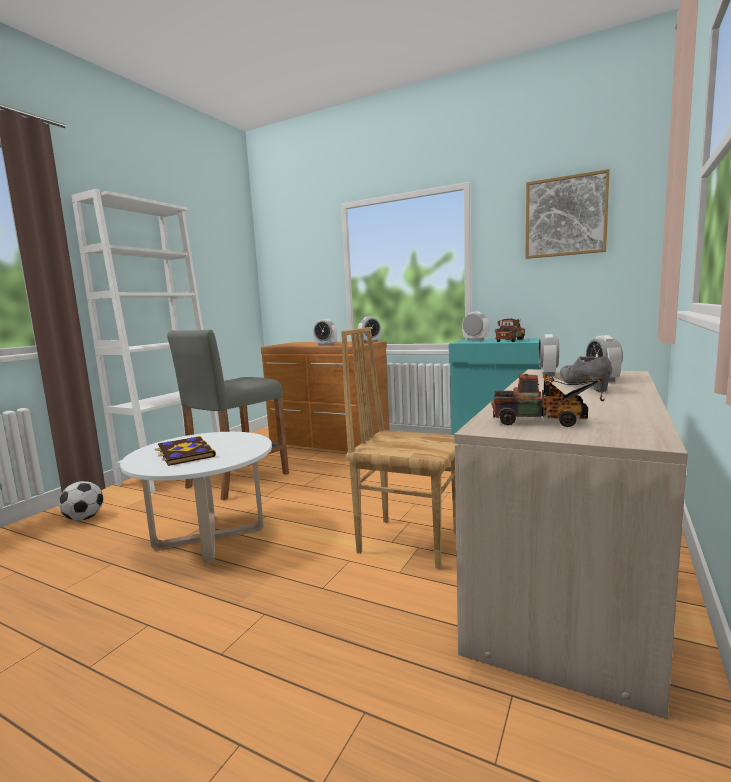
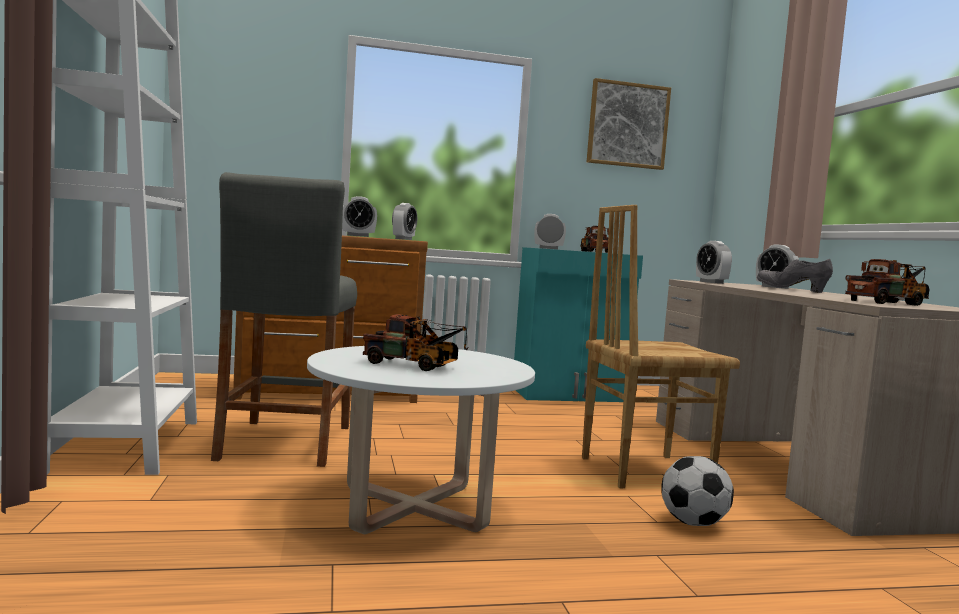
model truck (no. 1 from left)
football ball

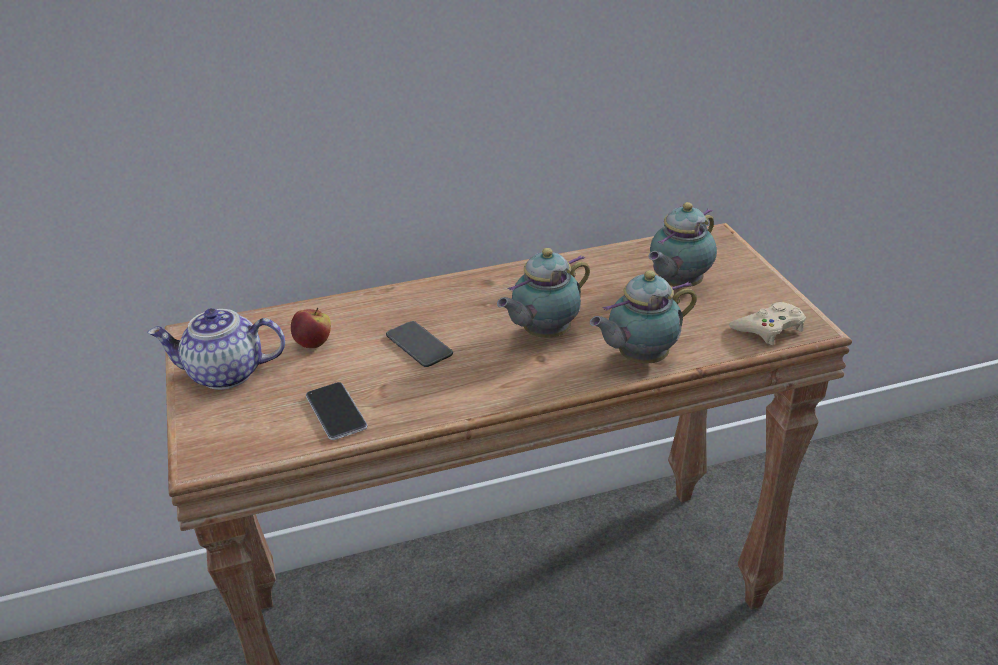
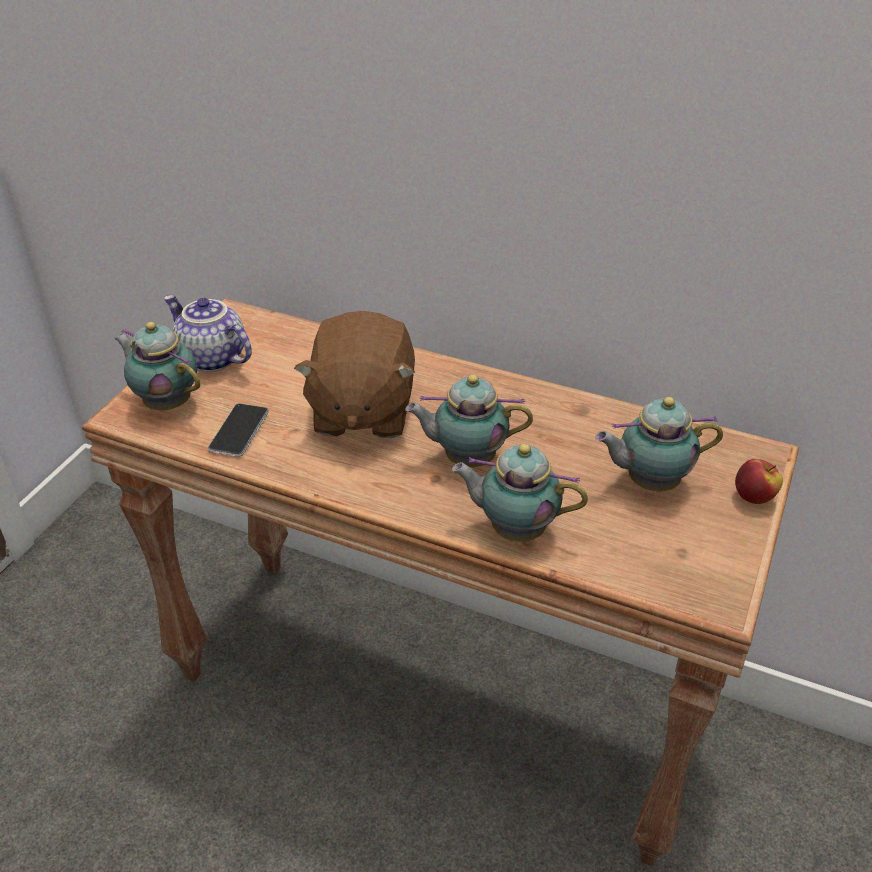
tea pot (no. 1 from left)
brown-coloured plush toy
apple
beige-coloured gamepad

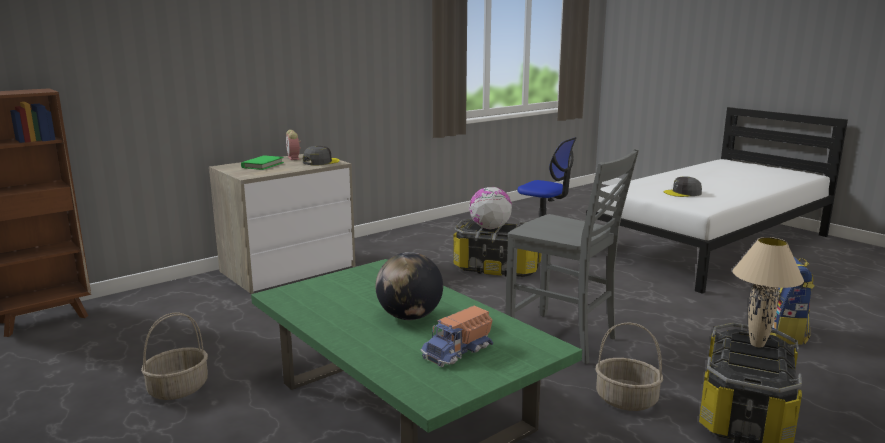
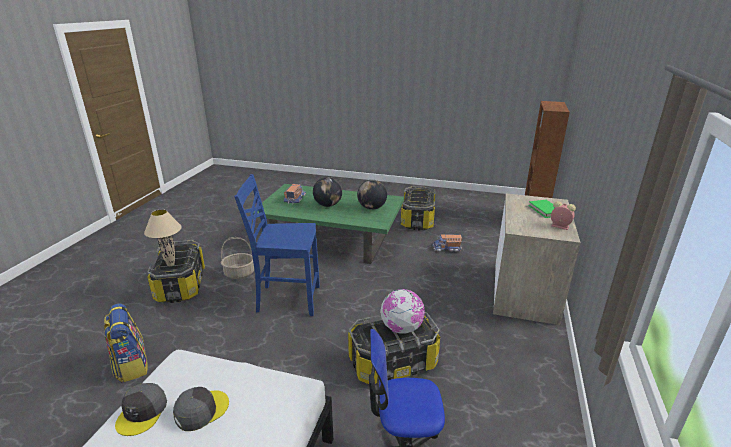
greyish cap (no. 1 from left)
blue chair
desk globe (no. 2 from left)
storage container (no. 3 from left)
model truck (no. 2 from left)

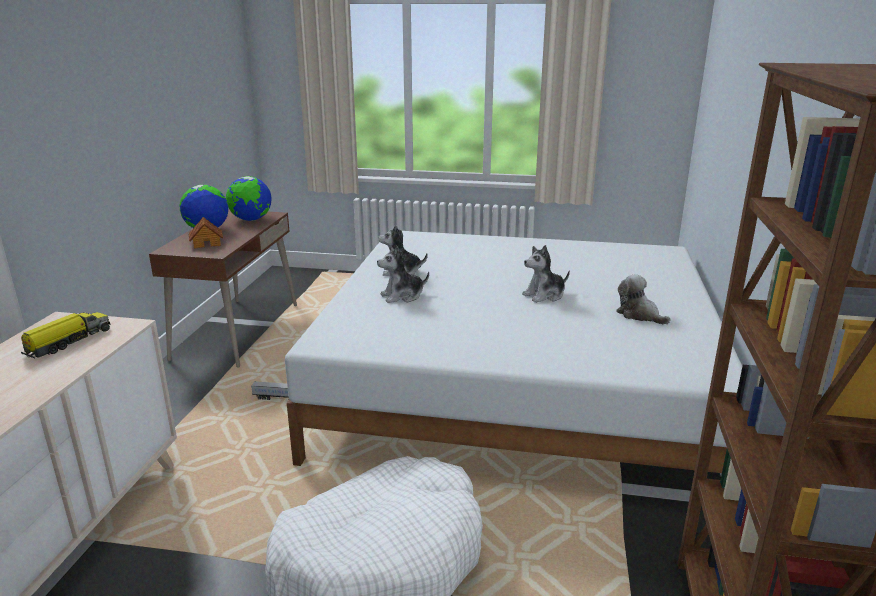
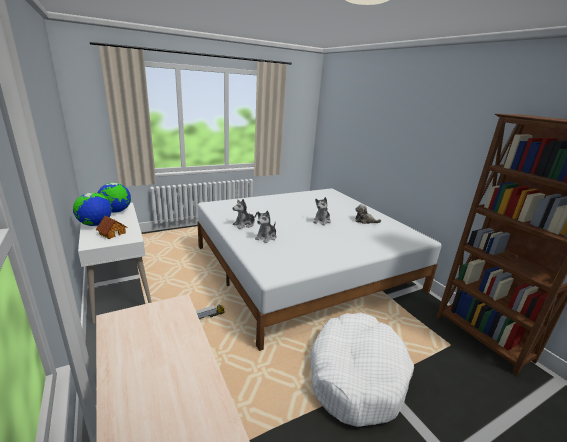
whitish desk
model truck (no. 1 from left in the first image)

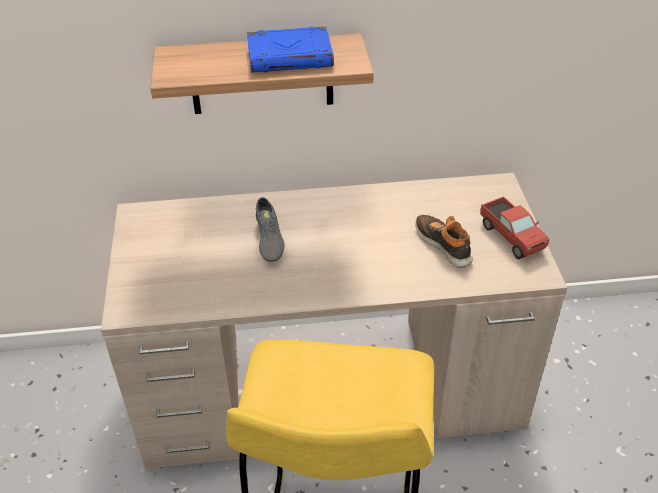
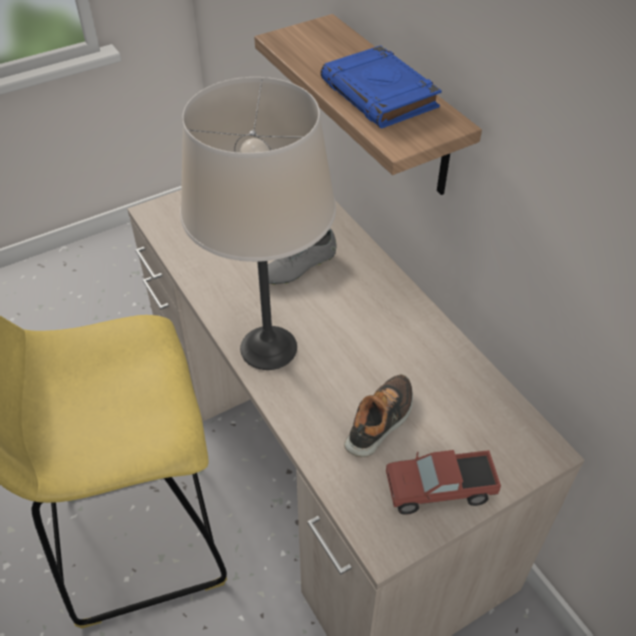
beige-coloured tabletop lamp
model truck

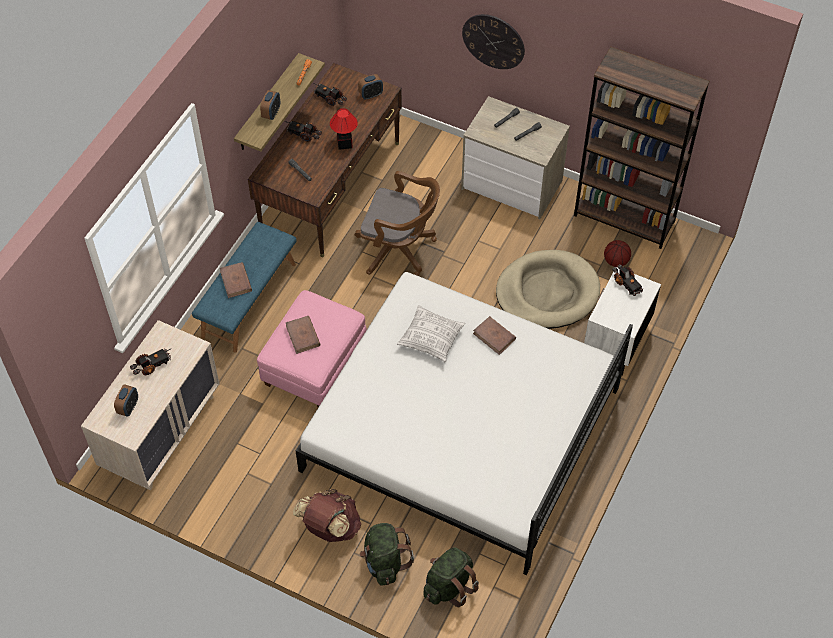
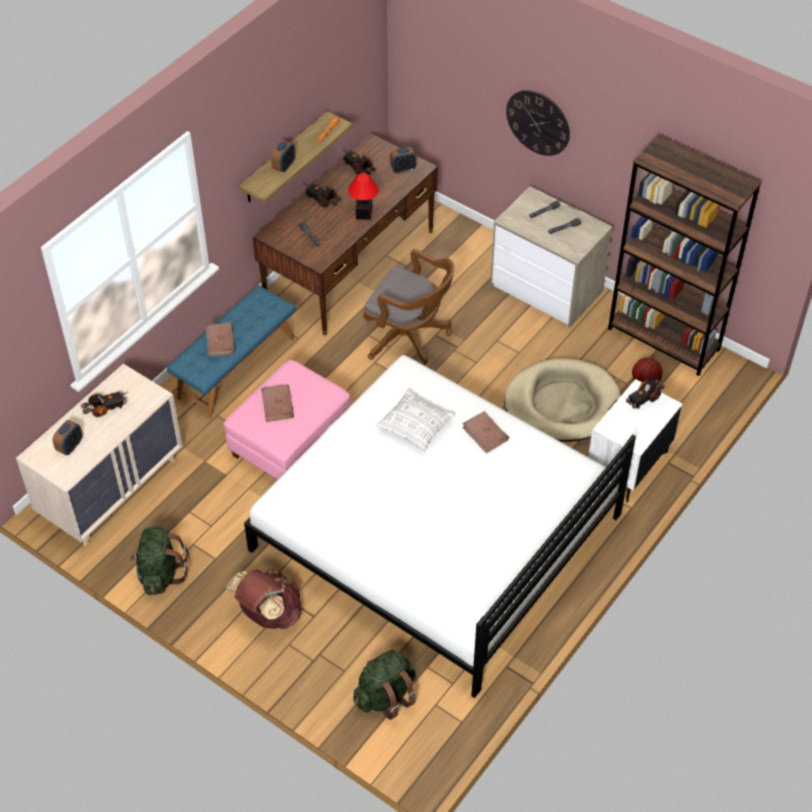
greenish rucksack (no. 1 from left)
model truck (no. 4 from left)

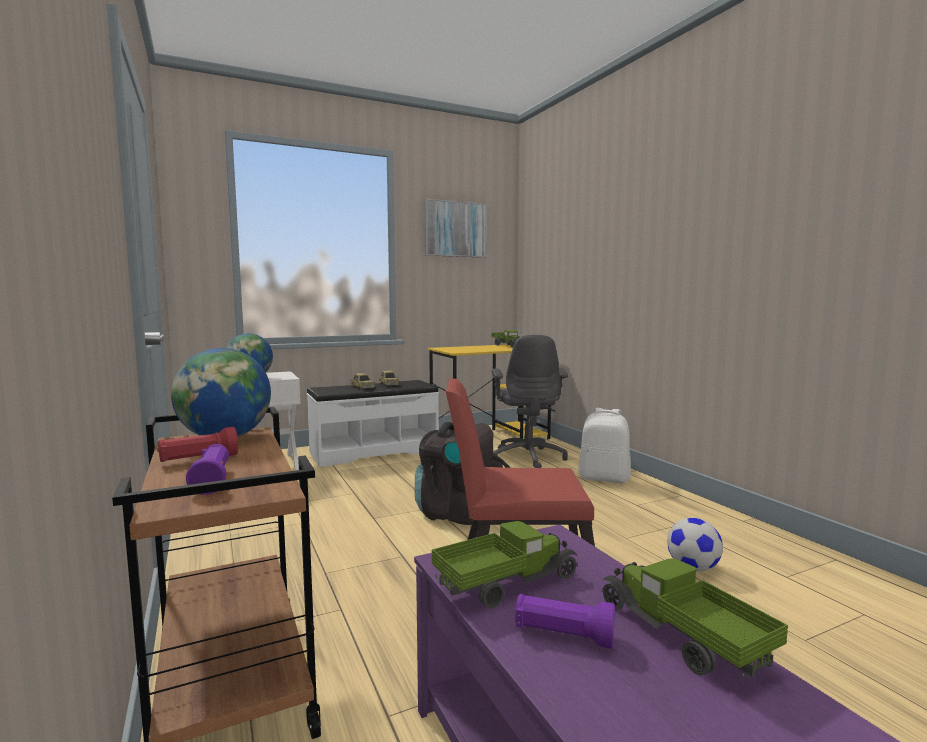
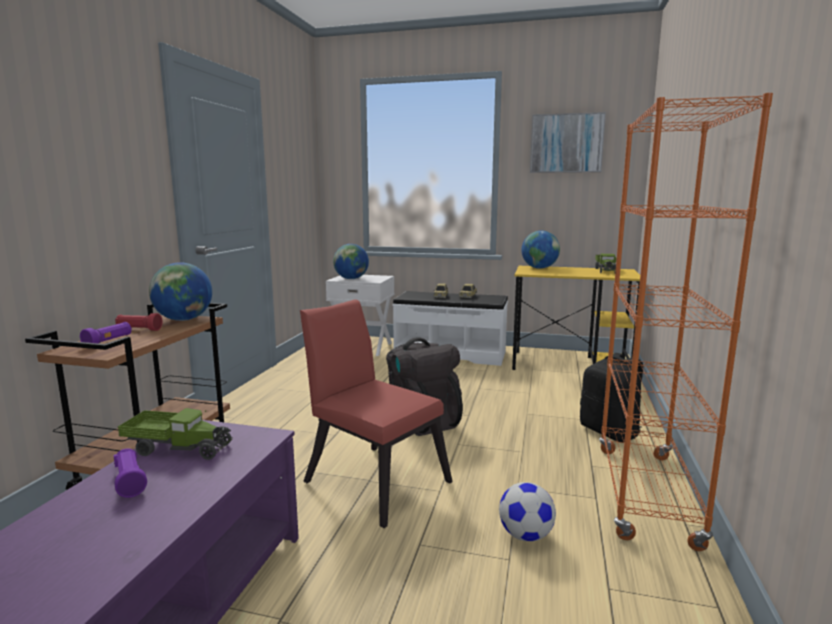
desk globe (no. 3 from left)
blackish rucksack (no. 2 from left)
orange-coloured bookcase
greyish computer chair
model truck (no. 3 from left in the first image)

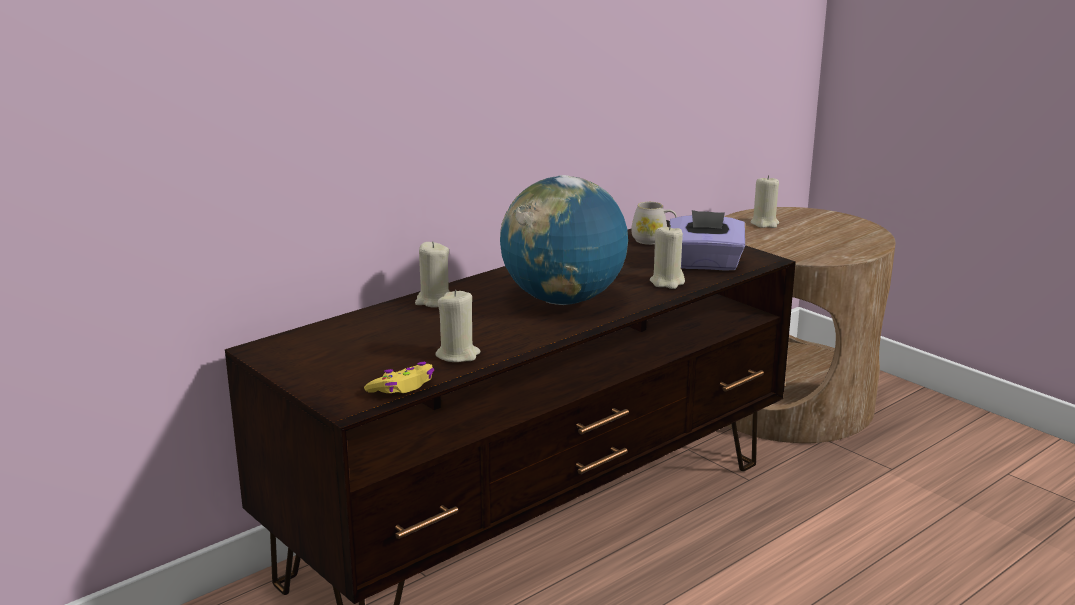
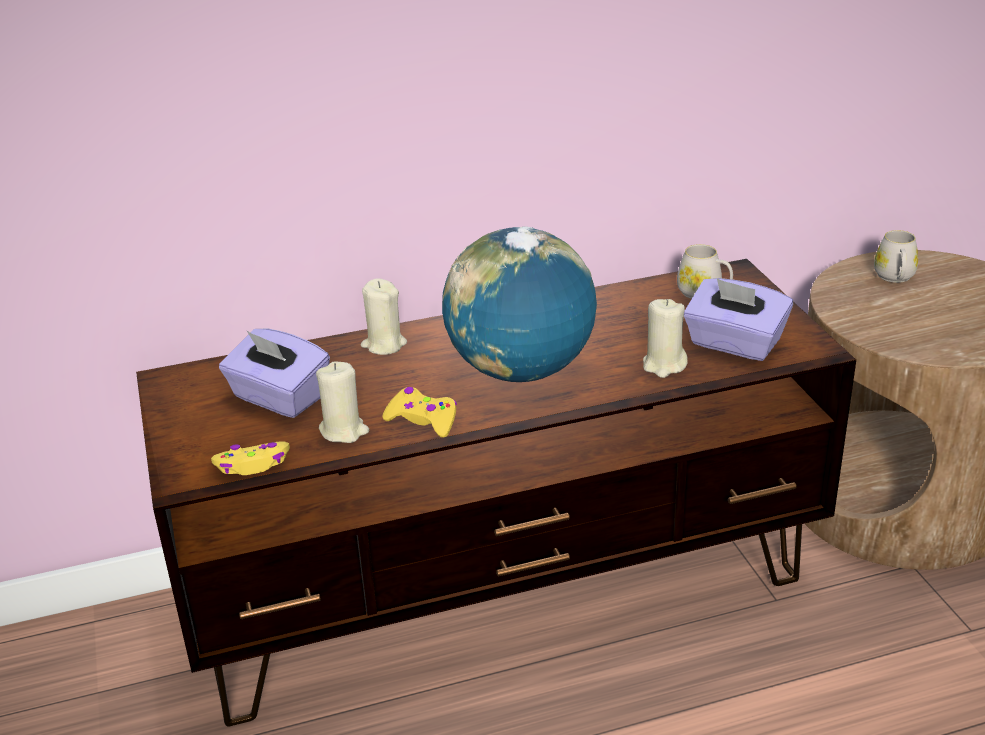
purplish box of tissues (no. 1 from left)
yellow gamepad (no. 2 from left)
whitish coffee mug (no. 2 from left)

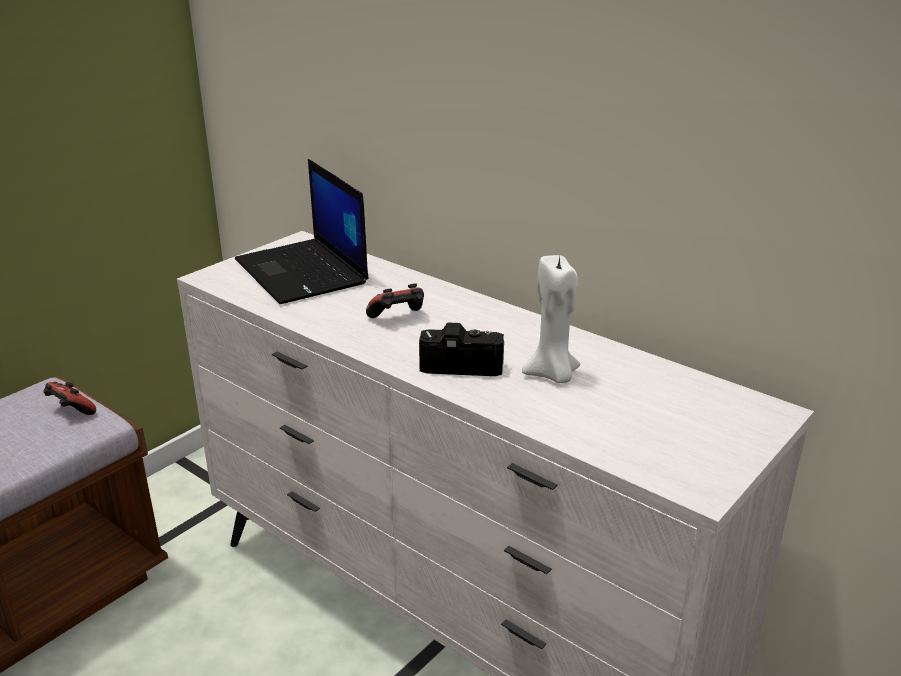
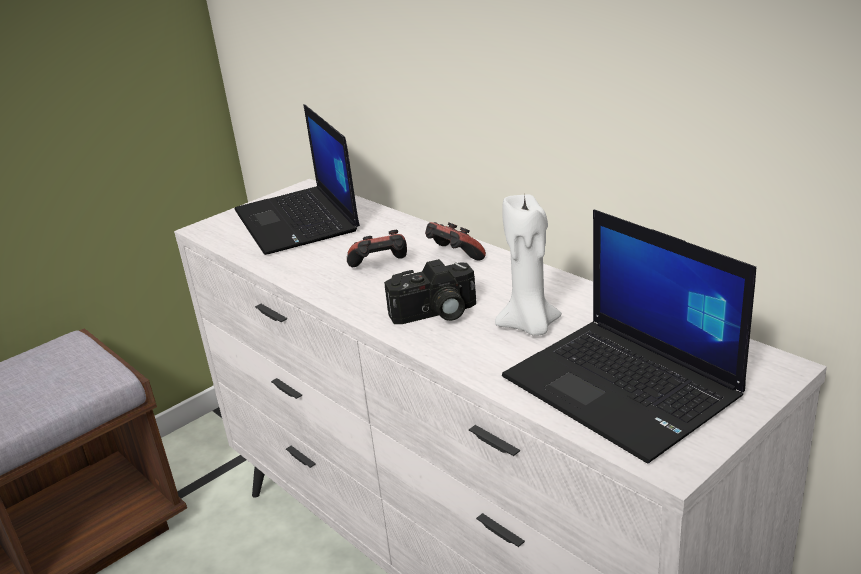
still camera
gamepad (no. 2 from left)
portable computer (no. 2 from left)

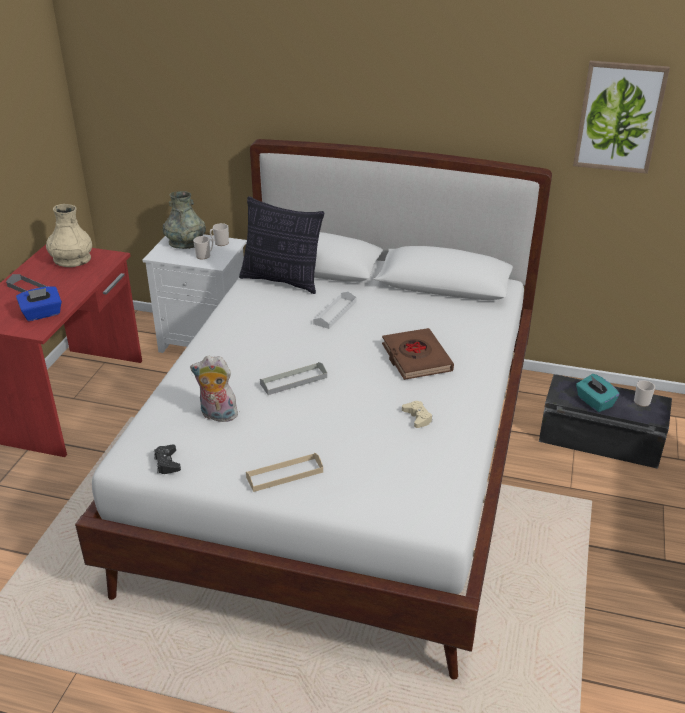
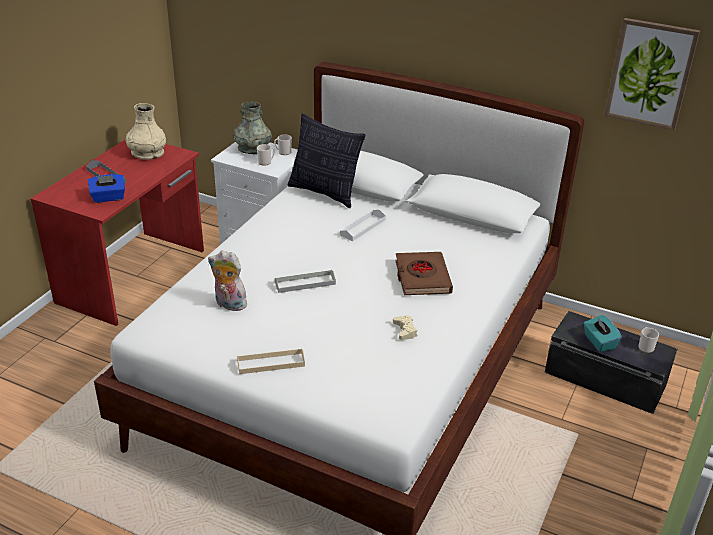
blackish gamepad

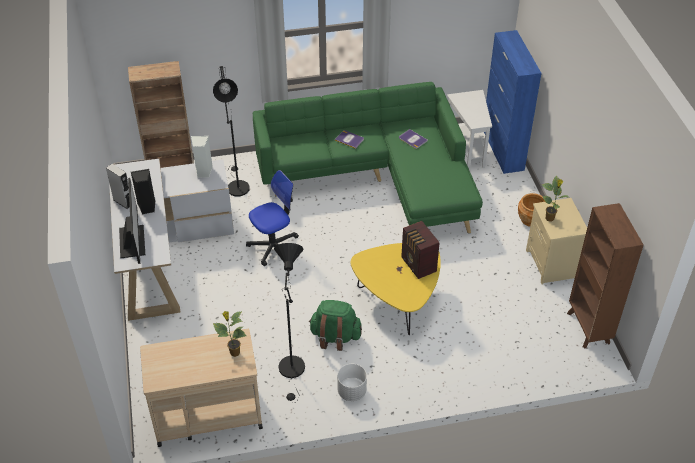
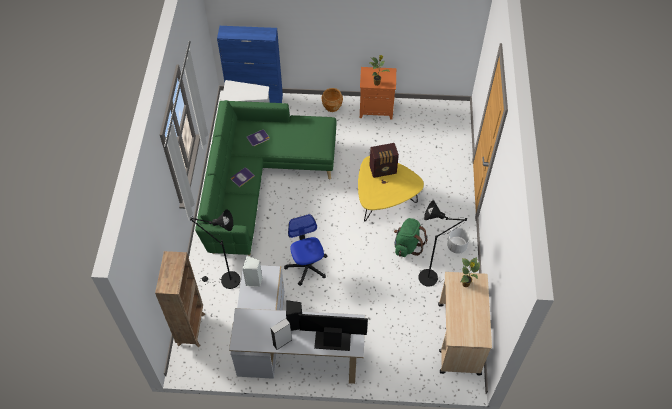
orange-coloured night table
brown-coloured bookcase (no. 2 from left in the first image)

